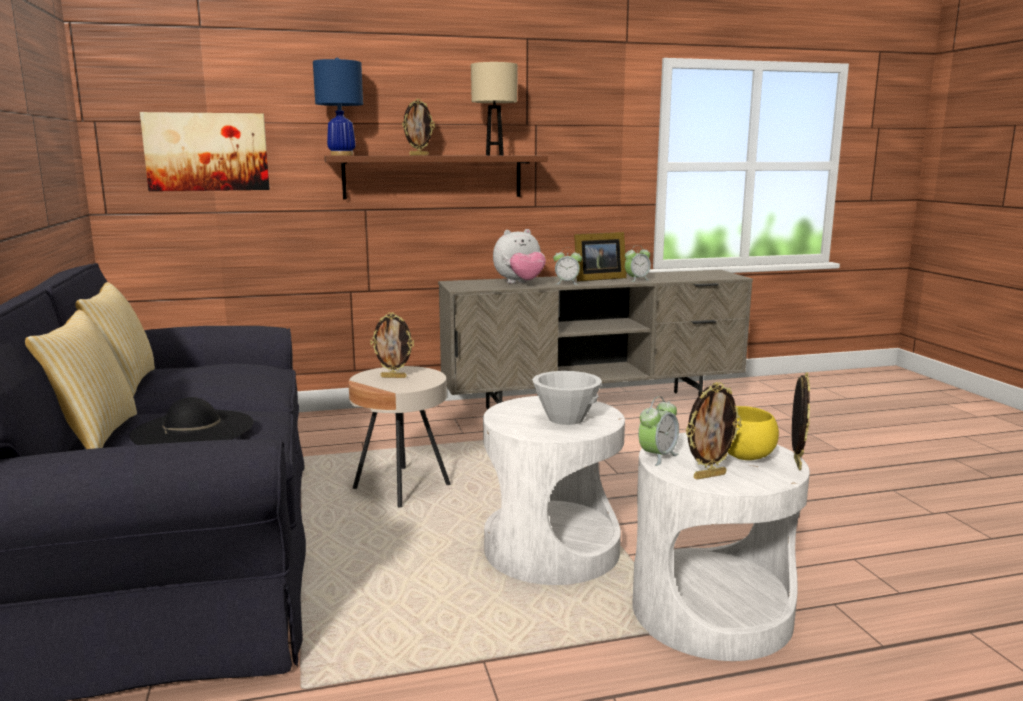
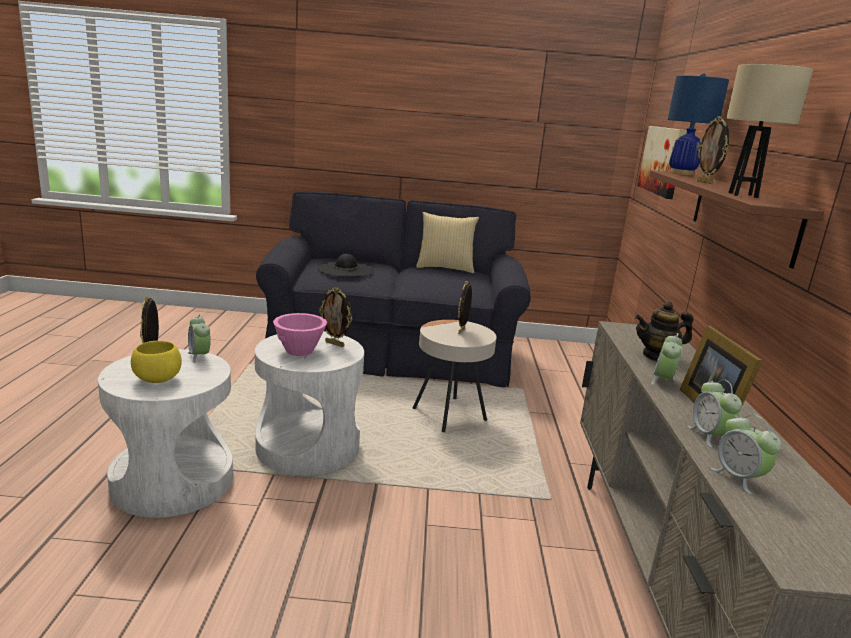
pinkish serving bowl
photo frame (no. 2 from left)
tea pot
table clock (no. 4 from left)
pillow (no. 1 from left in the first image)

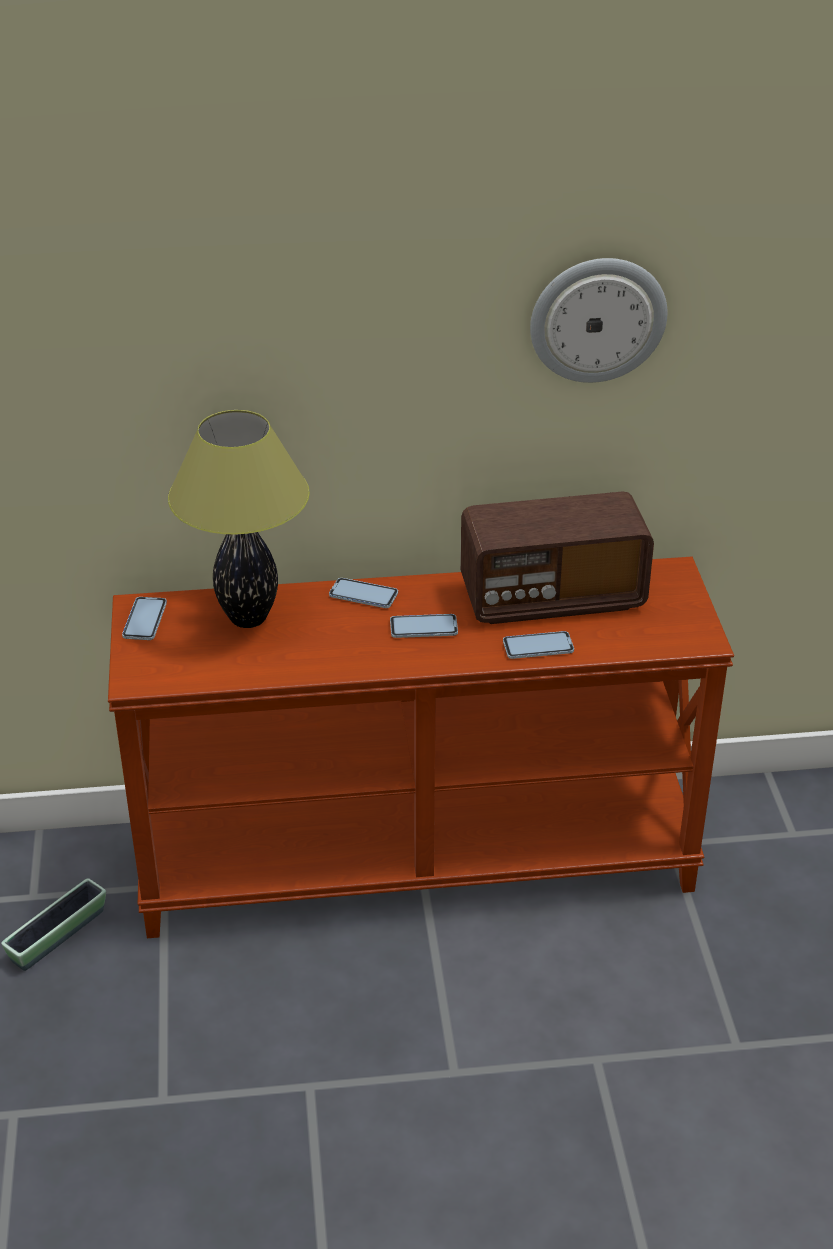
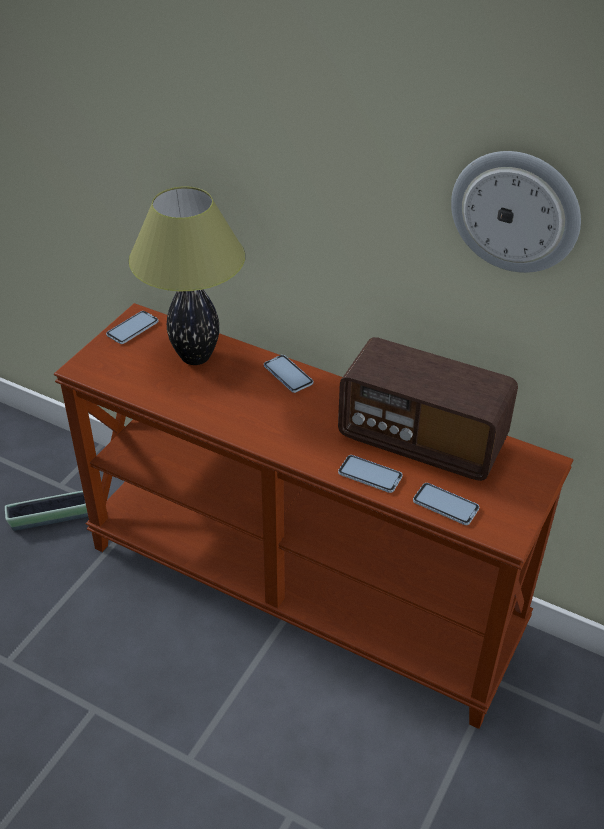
phone (no. 4 from left)

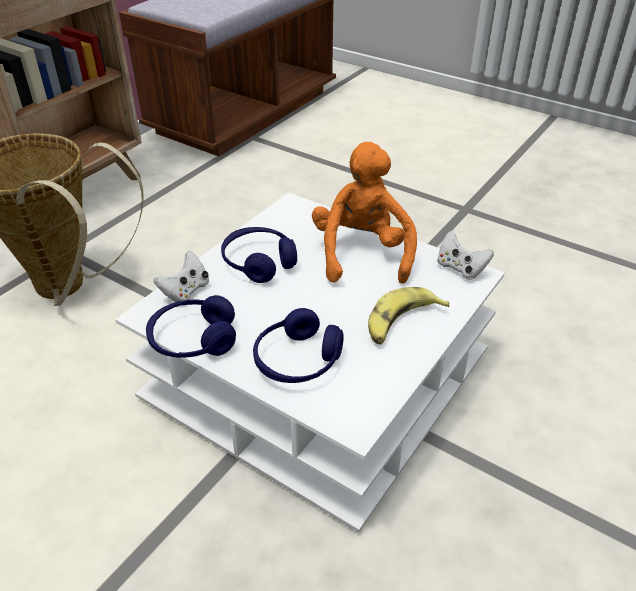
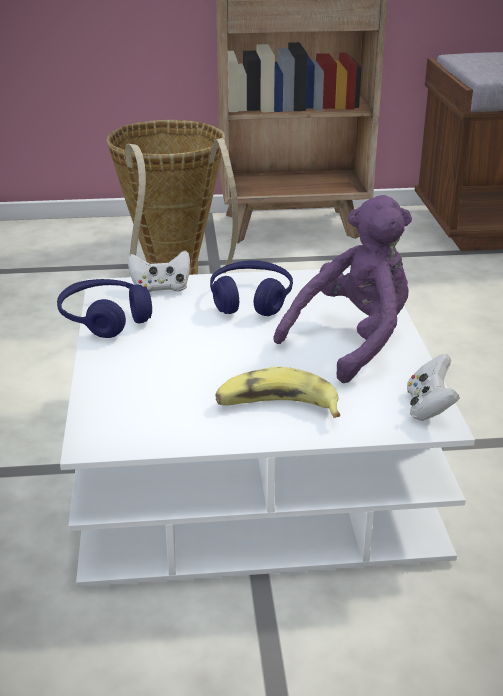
purplish plush toy
blue pair of headphones (no. 3 from left in the first image)

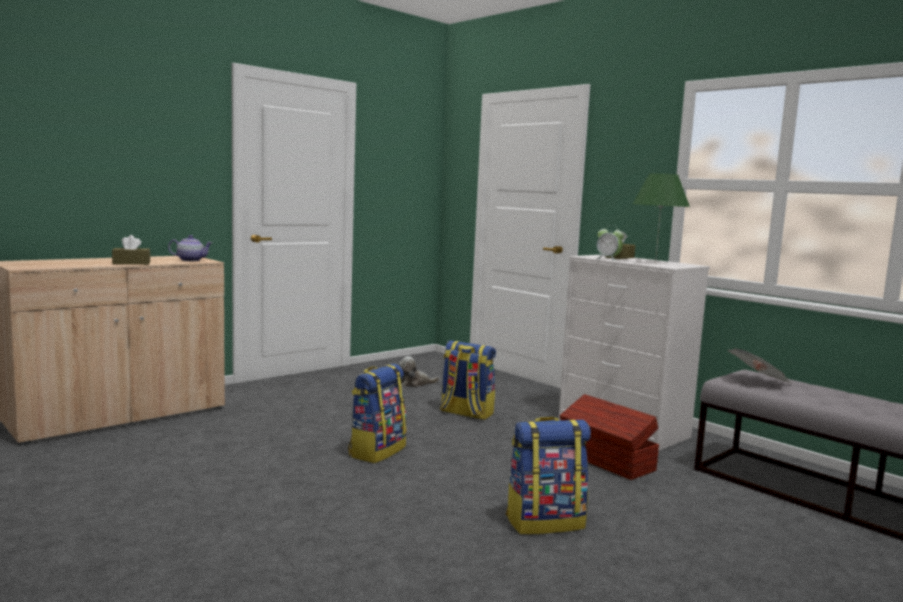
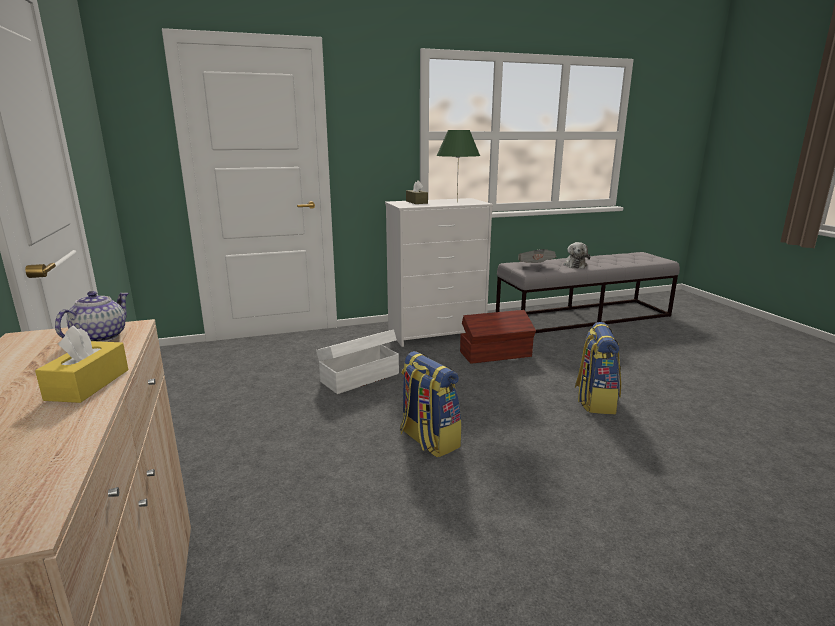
yellow box of tissues
whitish storage container
plush toy
table clock

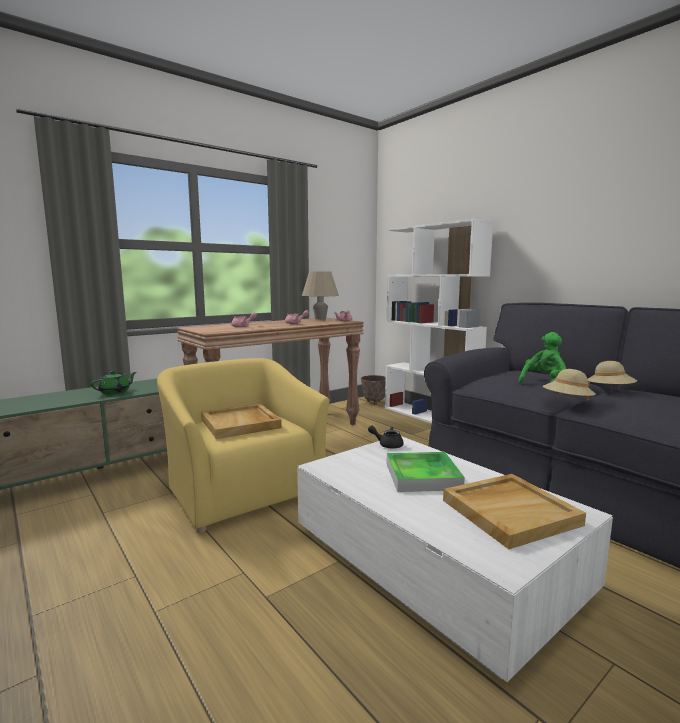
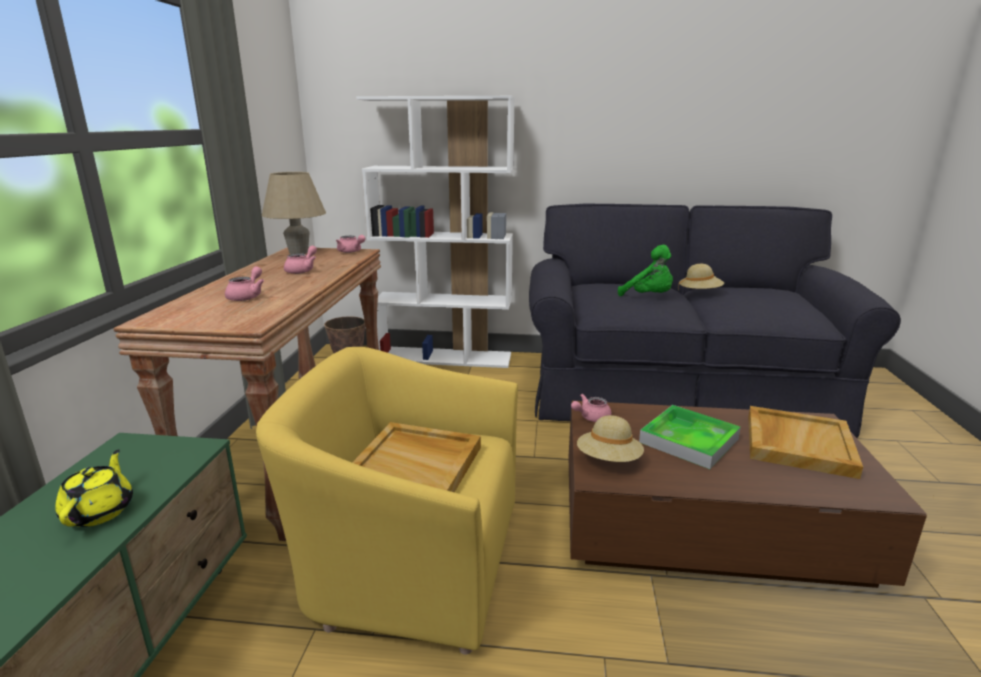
yellow tea pot
brown-coloured low table
pinkish tea pot (no. 4 from left)
beige-coloured clothing hat (no. 1 from left)
greenish plush toy

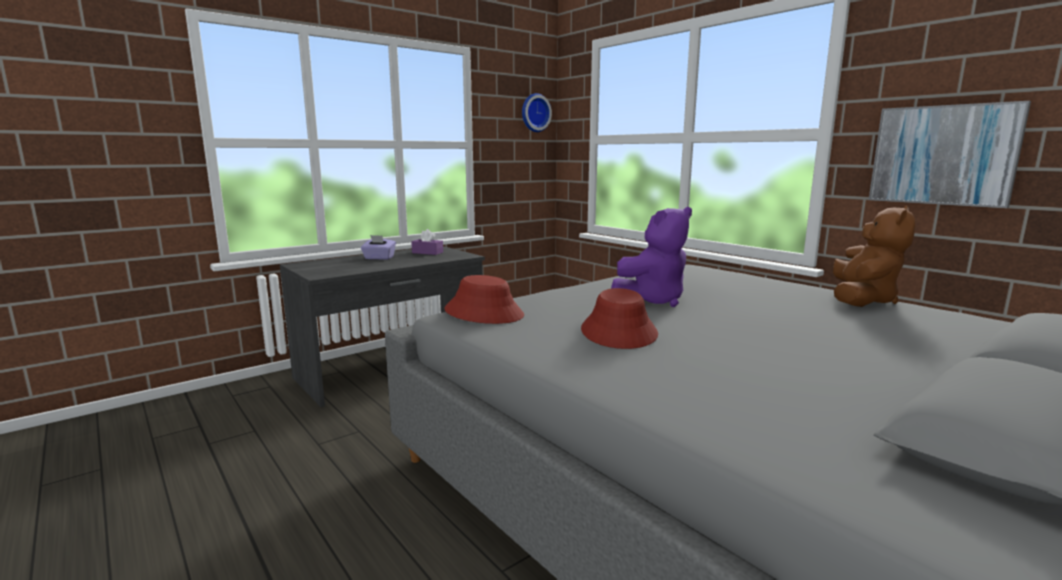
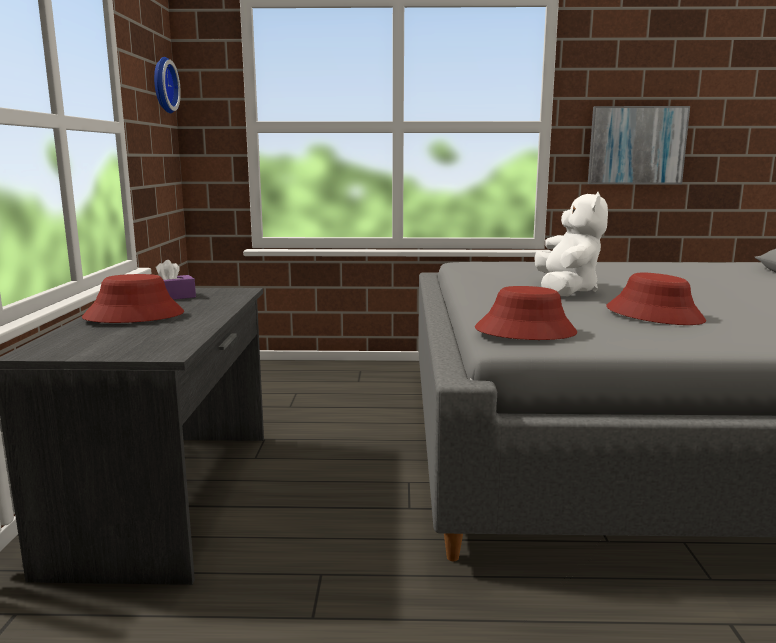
red-coloured clothing hat (no. 1 from left)
whitish plush toy
brown-coloured plush toy

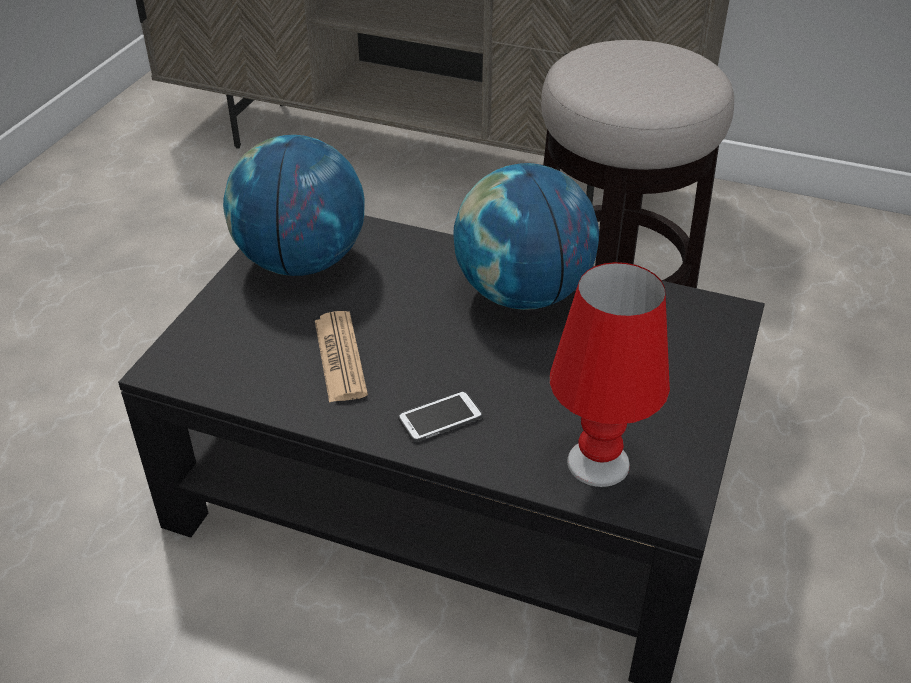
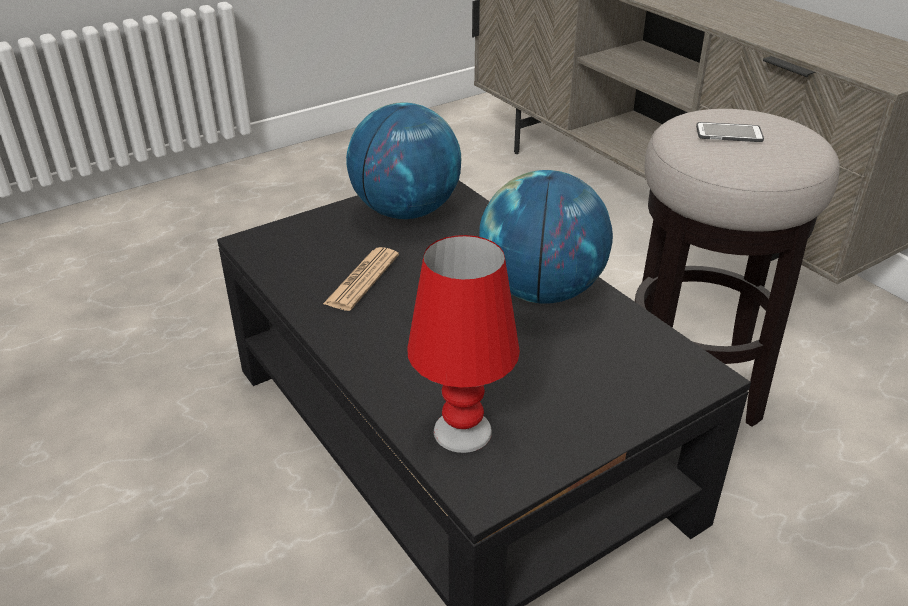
phone

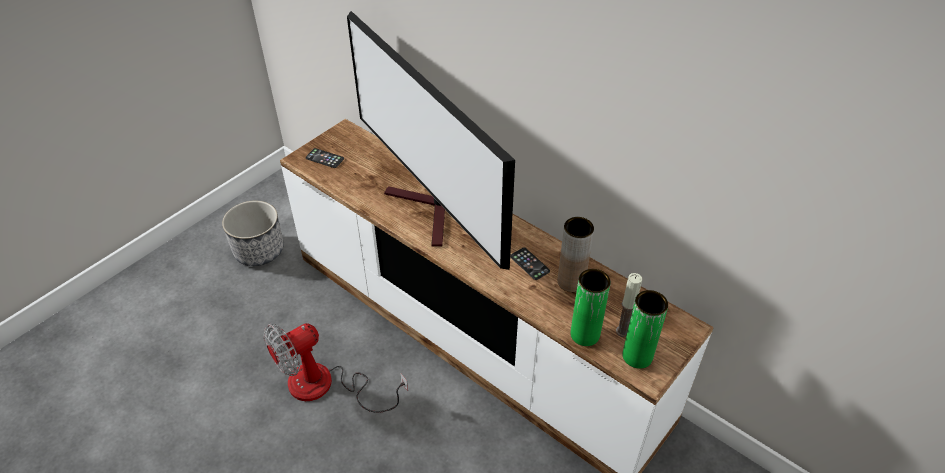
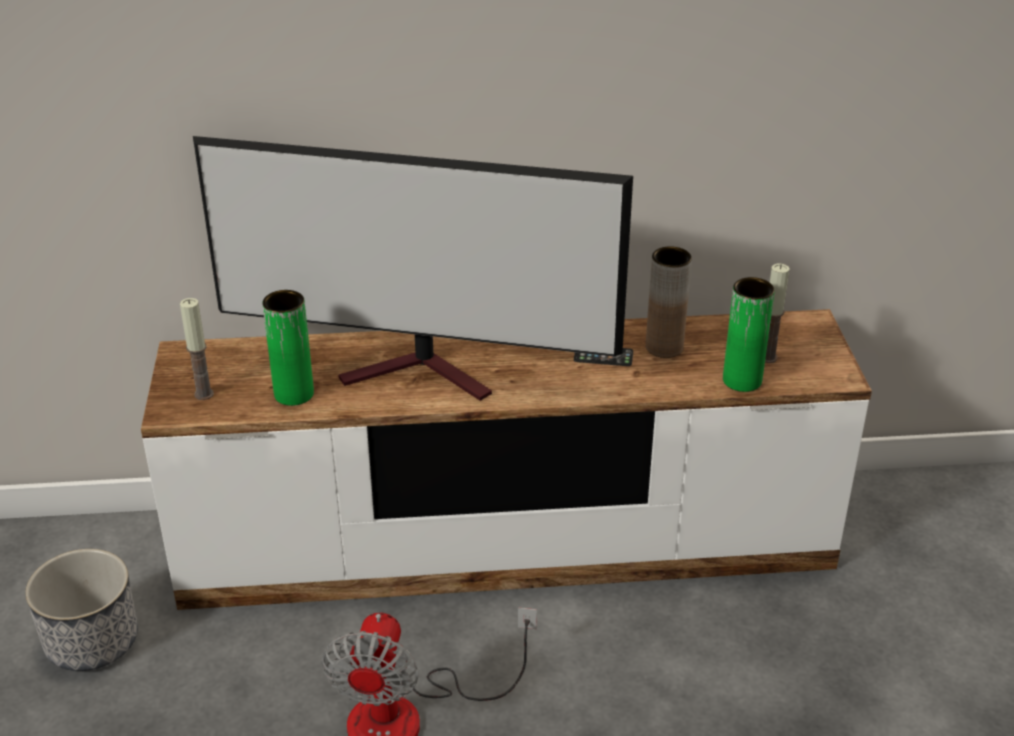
wax candle (no. 1 from left)
greenish vase (no. 1 from left)

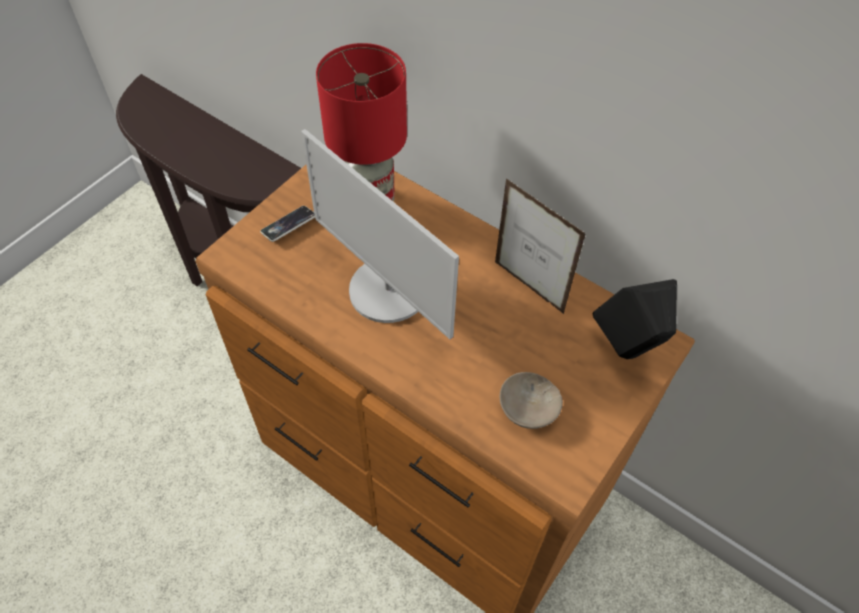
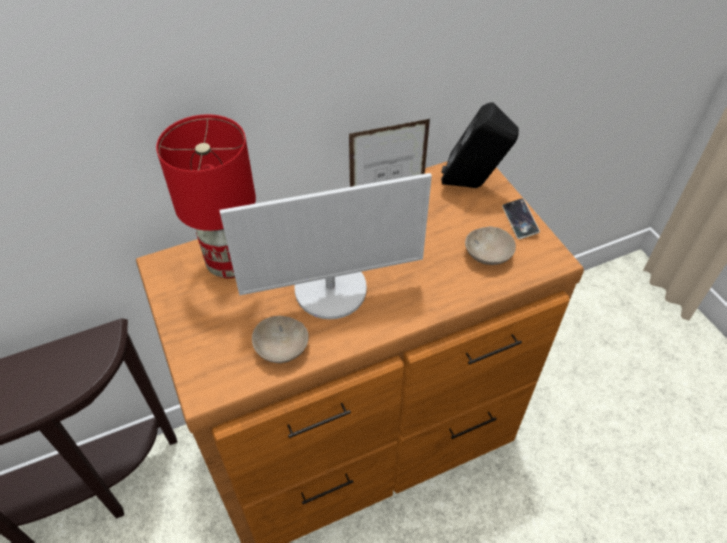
beige-coloured serving bowl (no. 1 from left)
phone

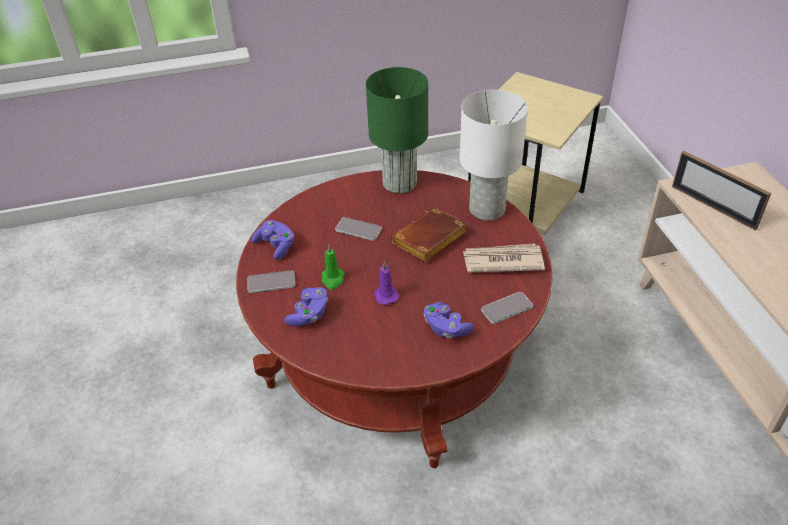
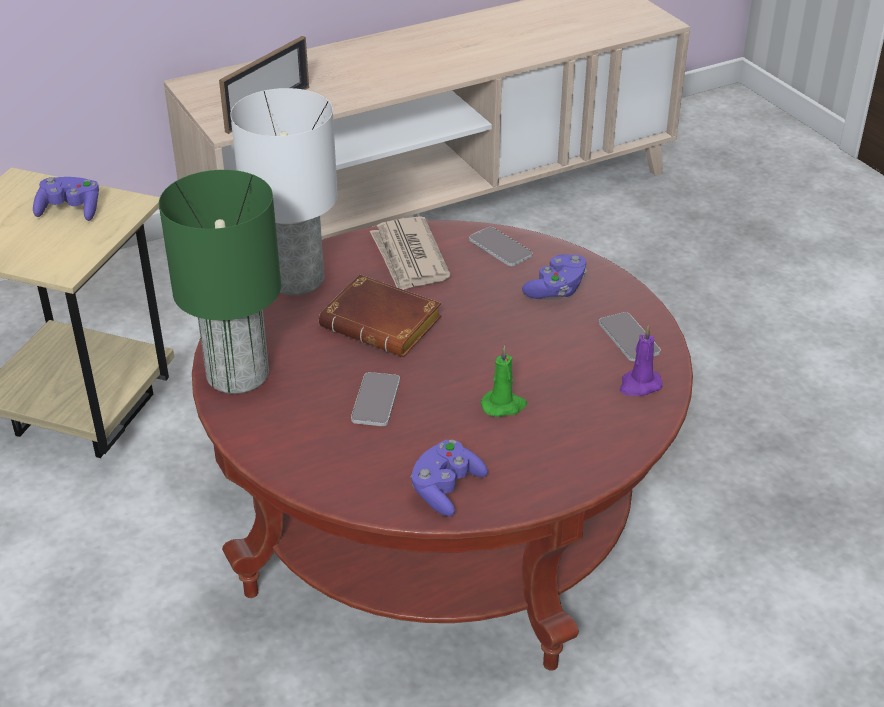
purplish gamepad (no. 1 from left)
phone (no. 3 from left)
purplish wax candle

